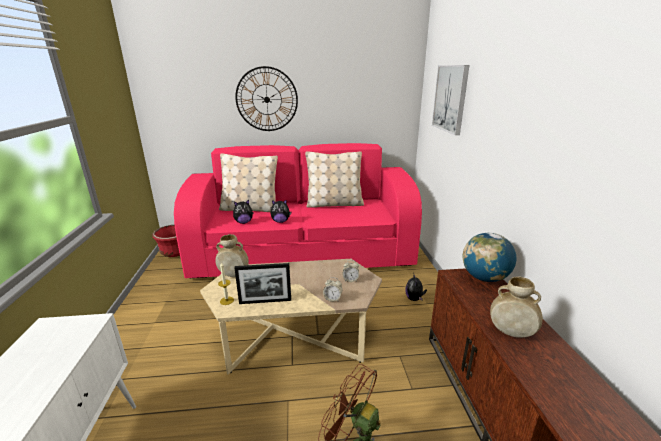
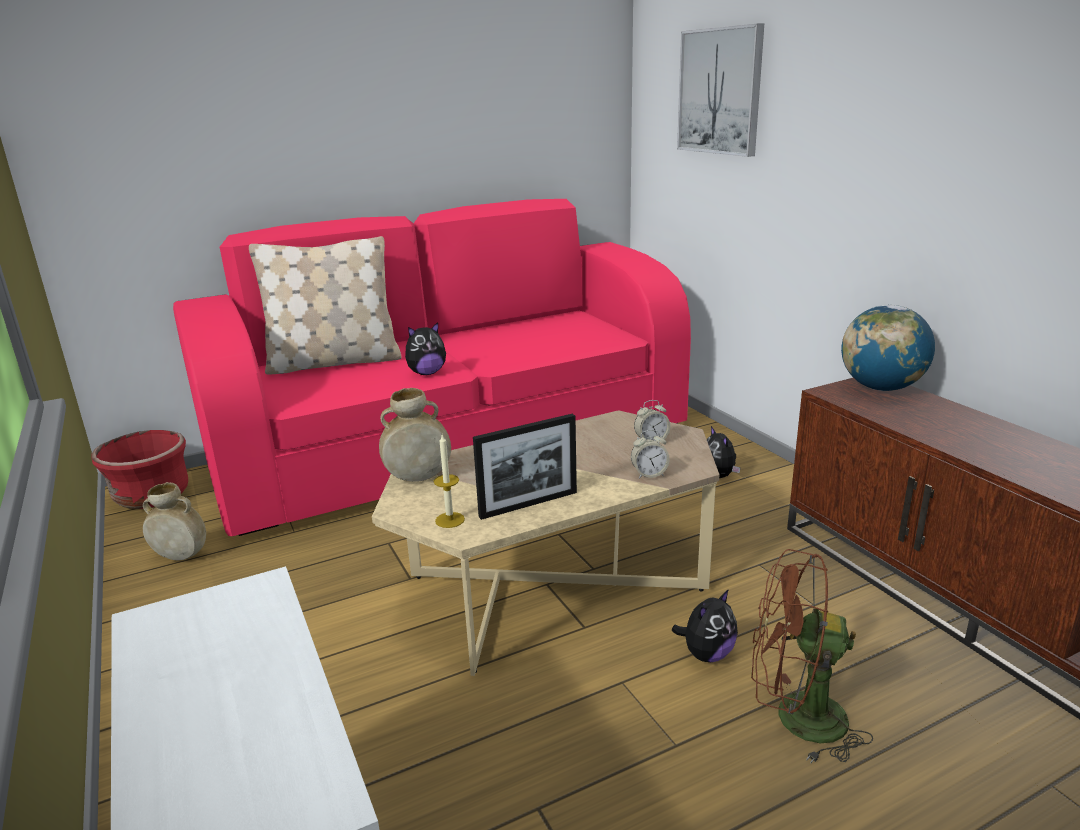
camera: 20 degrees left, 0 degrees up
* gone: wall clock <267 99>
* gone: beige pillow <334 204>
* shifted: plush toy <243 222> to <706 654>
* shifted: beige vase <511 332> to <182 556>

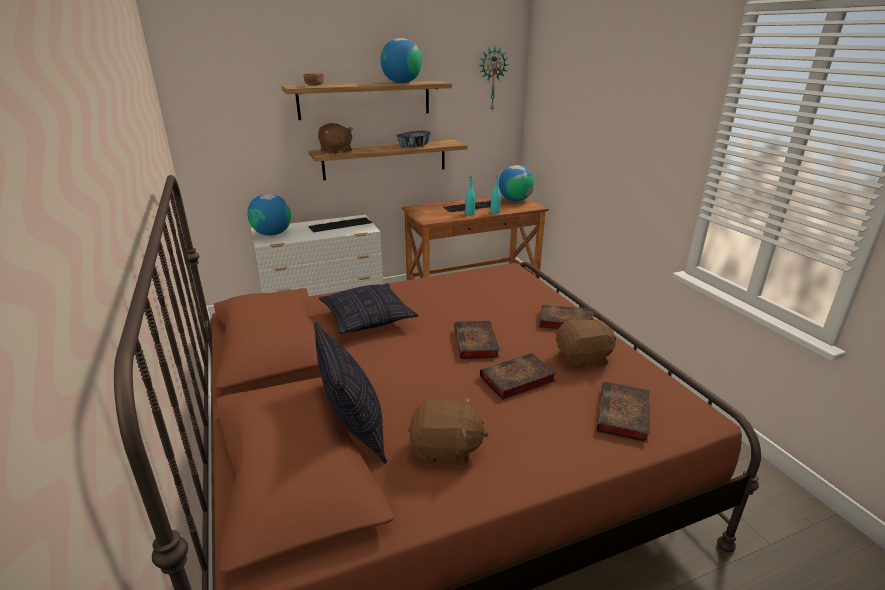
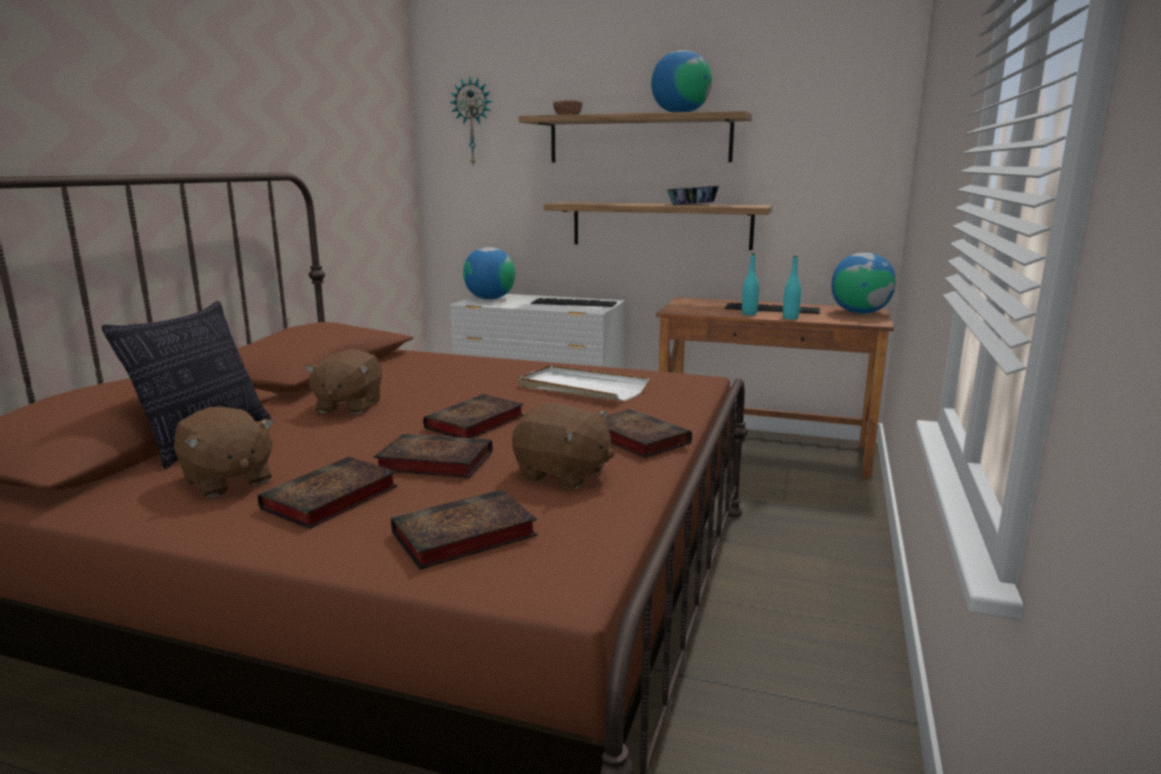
camera: 40 degrees right, 10 degrees down
* gone: pillow <367 319>
* new: book <329 500>
* new: white tray <582 388>
* shifted: brown plush toy <336 151> to <348 406>
* shifted: wall clock <492 79> to <473 122>

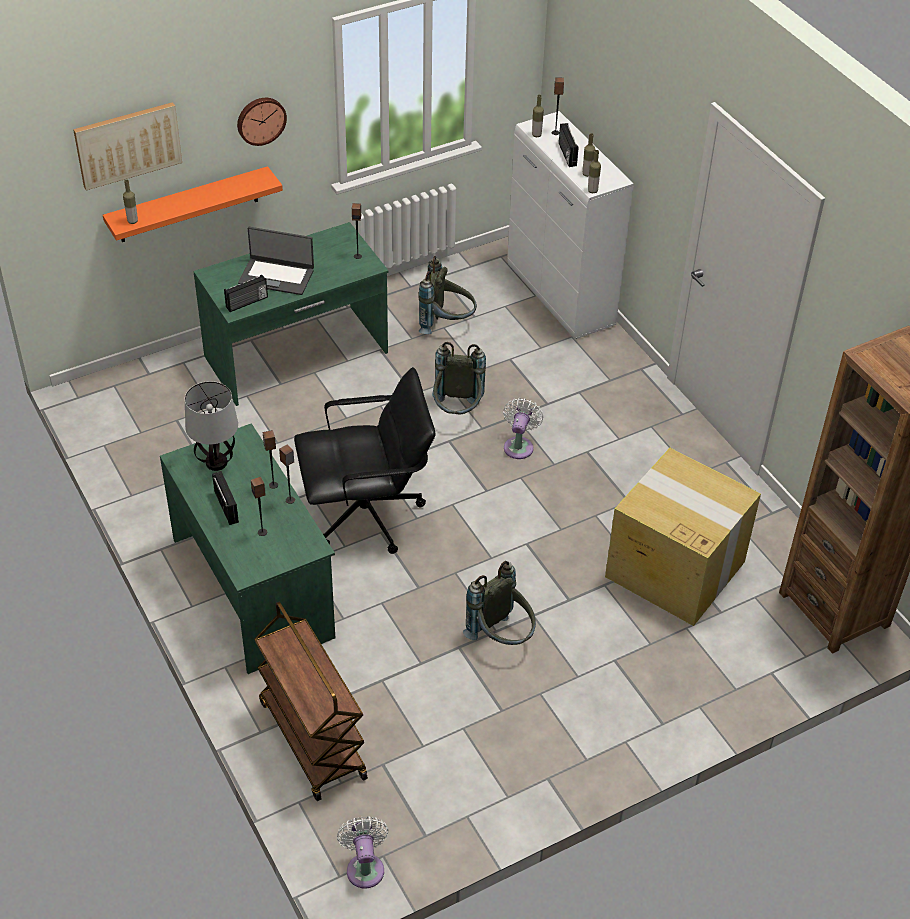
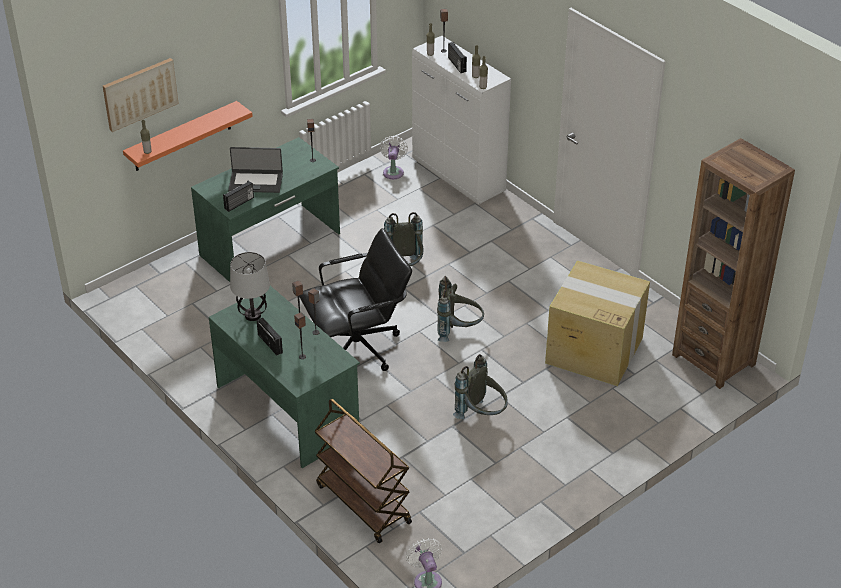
camera: 10 degrees left, 5 degrees down
* gone: wall clock <260 120>
* shifted: grey backpack <446 324> to <458 331>
* shifted: white fan <519 445> to <393 171>

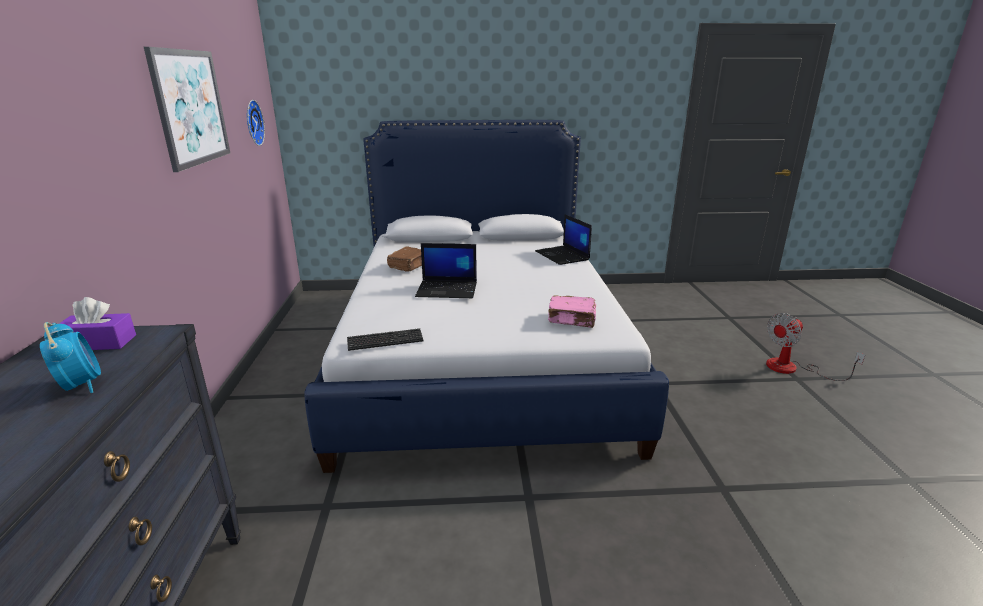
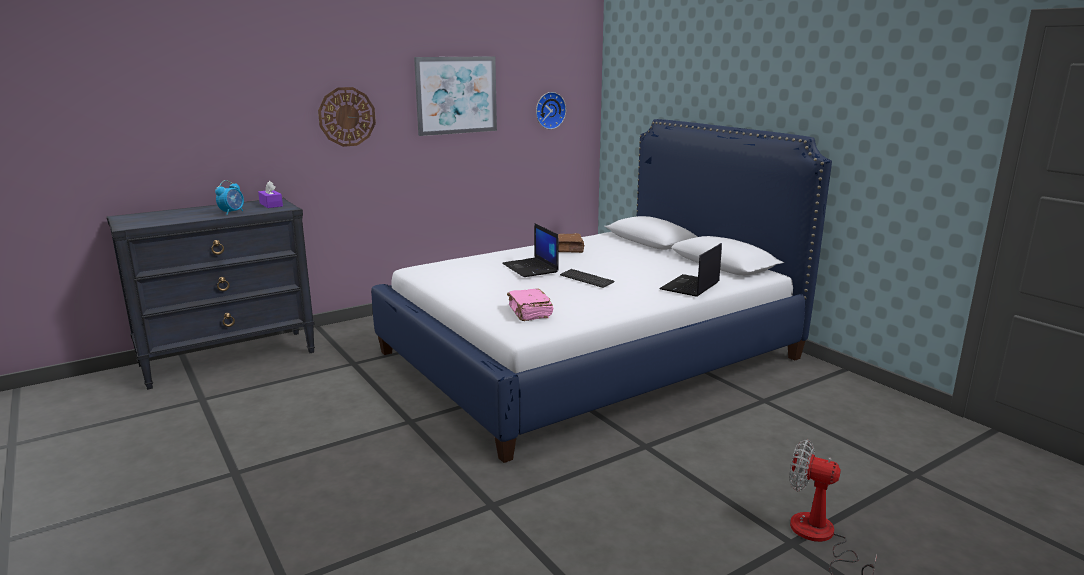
camera: 60 degrees right, 5 degrees down
* new: wall clock <347 116>
* shifted: keyboard <385 341> to <586 279>

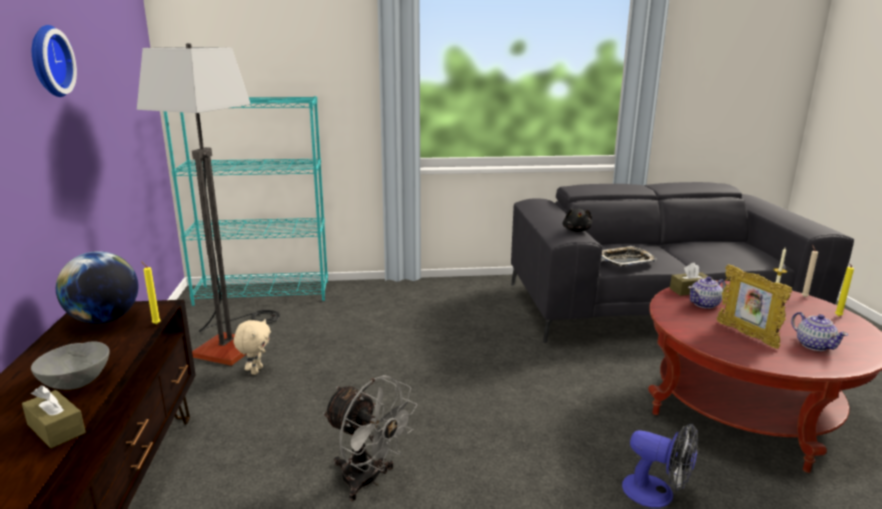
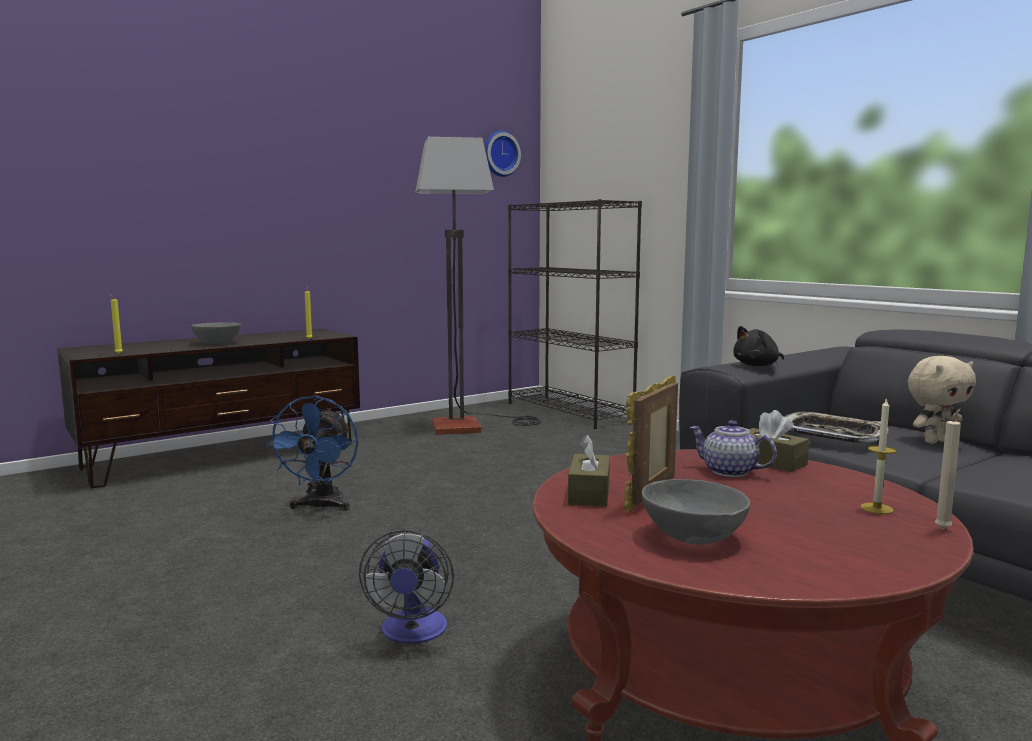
camera: 60 degrees right, 10 degrees down
* gone: globe <104 319>
* shifted: brown tissue box <56 429> to <589 493>
* shifted: wall clock <47 61> to <499 154>
* shifted: beige plush toy <256 370> to <935 441>
* shifted: yellow candle <837 316> to <118 354>
* swapped: teapot <814 345> to grey bowl <693 536>
* repainted: turquoise bookcase <264 293> to black bookcase <570 411>
* repainted: grey fan <368 480> to blue fan <321 507>

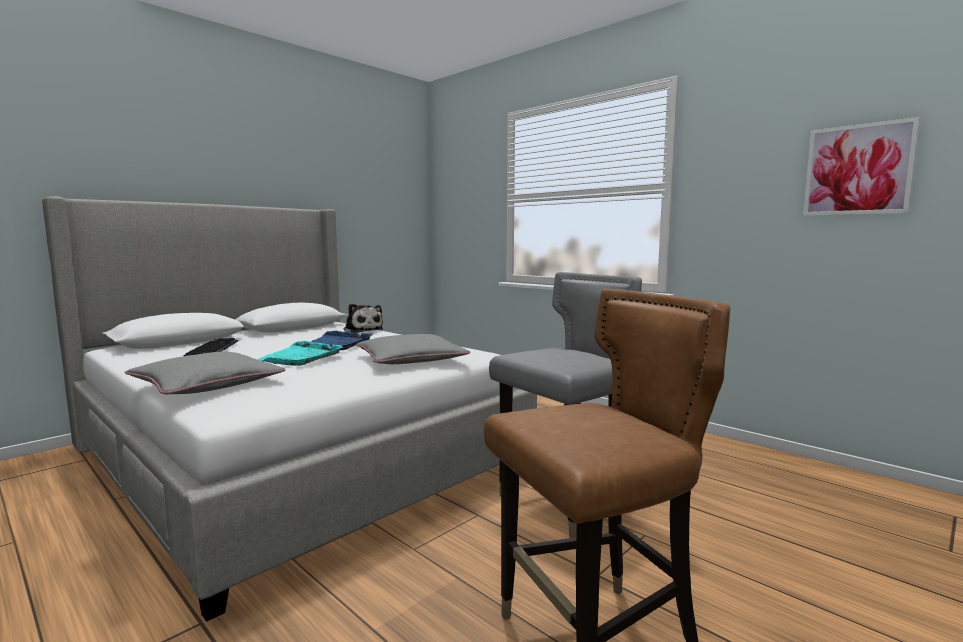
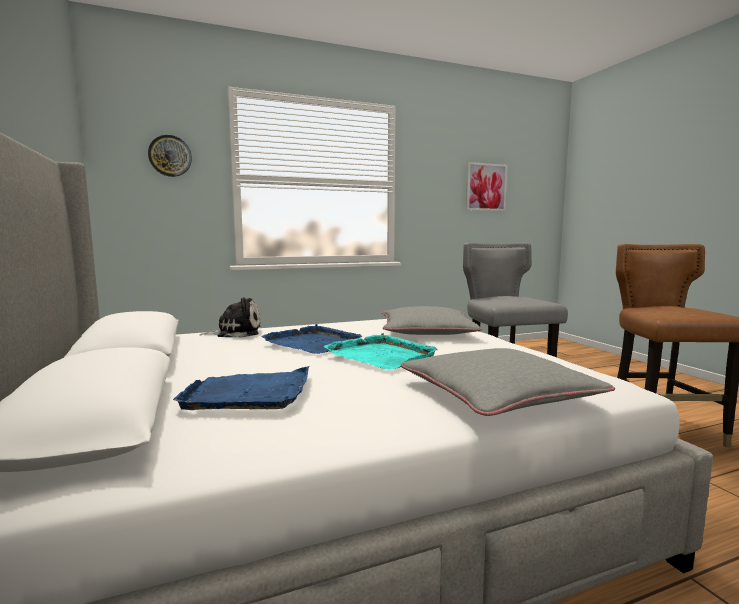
camera: 65 degrees left, 0 degrees up
* new: wall clock <170 156>
* swapped: keyboard <213 349> to blue tray <249 393>

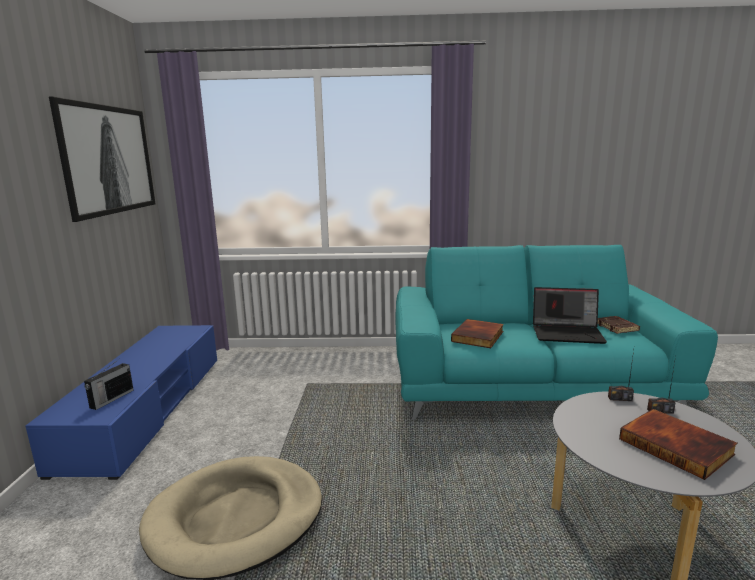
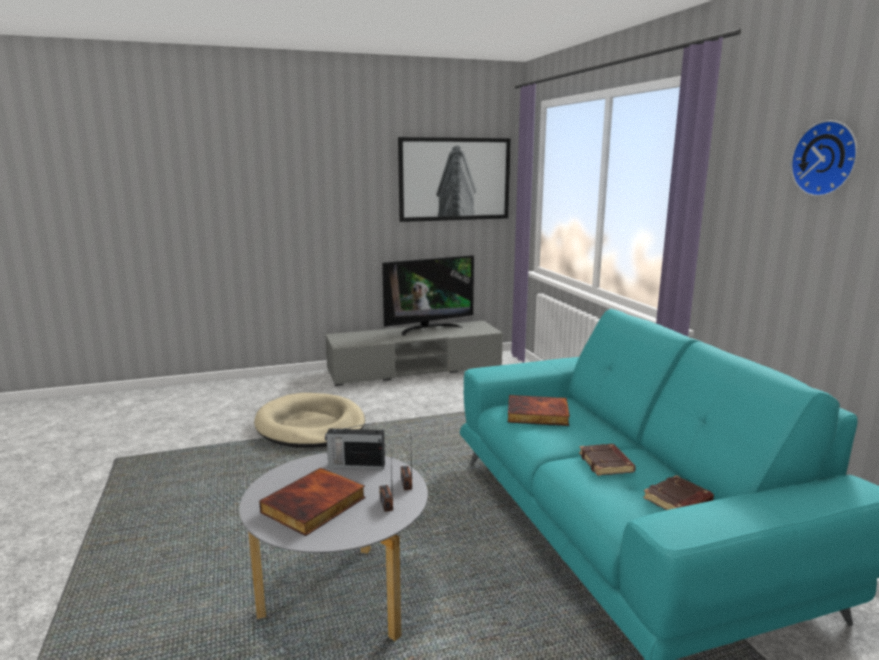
camera: 70 degrees right, 0 degrees up
* new: television <428 328>
* new: wall clock <827 158>
* shifted: radio <111 399> to <355 465>
* swapped: laptop <568 333> to brown book <607 464>
* repainted: blue tv stand <147 409> to grey tv stand <414 369>

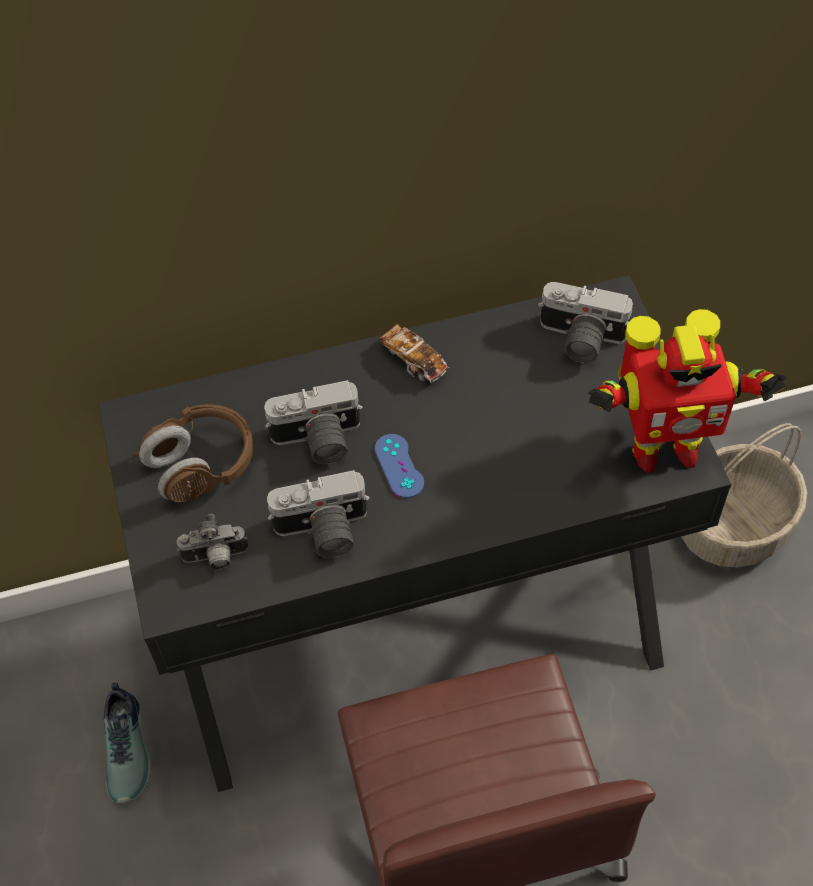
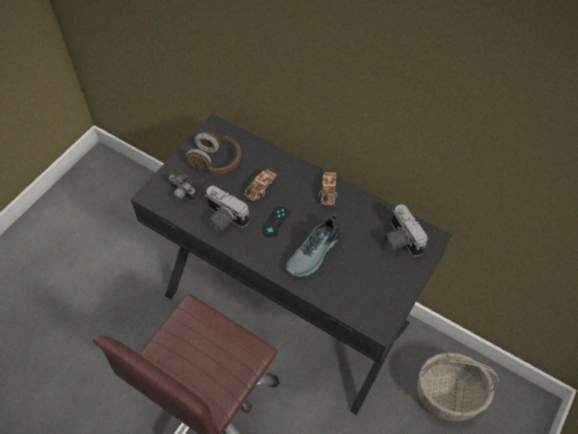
camera: 45 degrees right, 0 degrees up
* gone: toy robot <662 448>
* shifted: shoe <129 749> to <315 253>
* swapped: photo camera <318 441> to toy car <260 188>
* repainted: blue game controller <399 466> to black game controller <275 222>

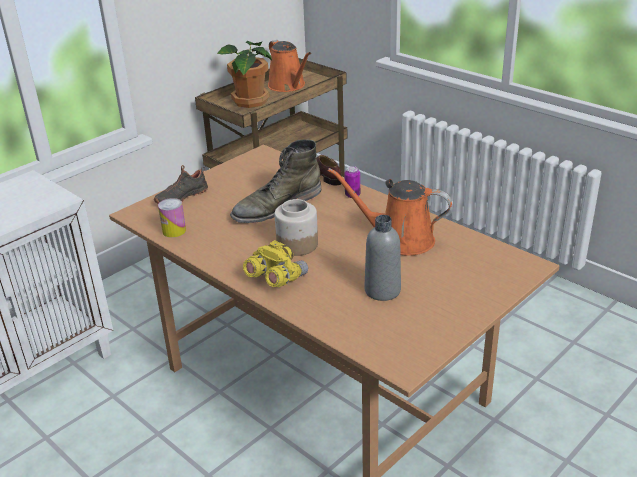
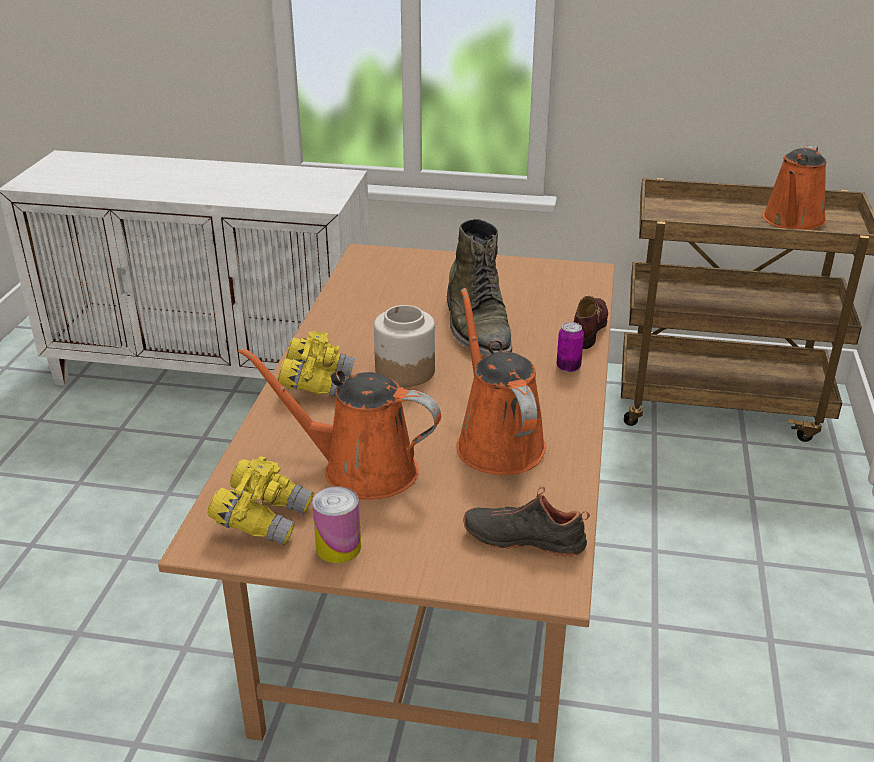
camera: 55 degrees right, 0 degrees up
* gone: potted plant <249 102>
* new: yellow binoculars <263 519>
* shifted: black shoe <181 197> to <524 538>
* shifted: can <174 231> to <338 547>
* swapped: grey bottle <382 290> to orange watering can <360 469>
* rotated: green boot <276 206> = <477 326> 120 degrees counterclockwise

